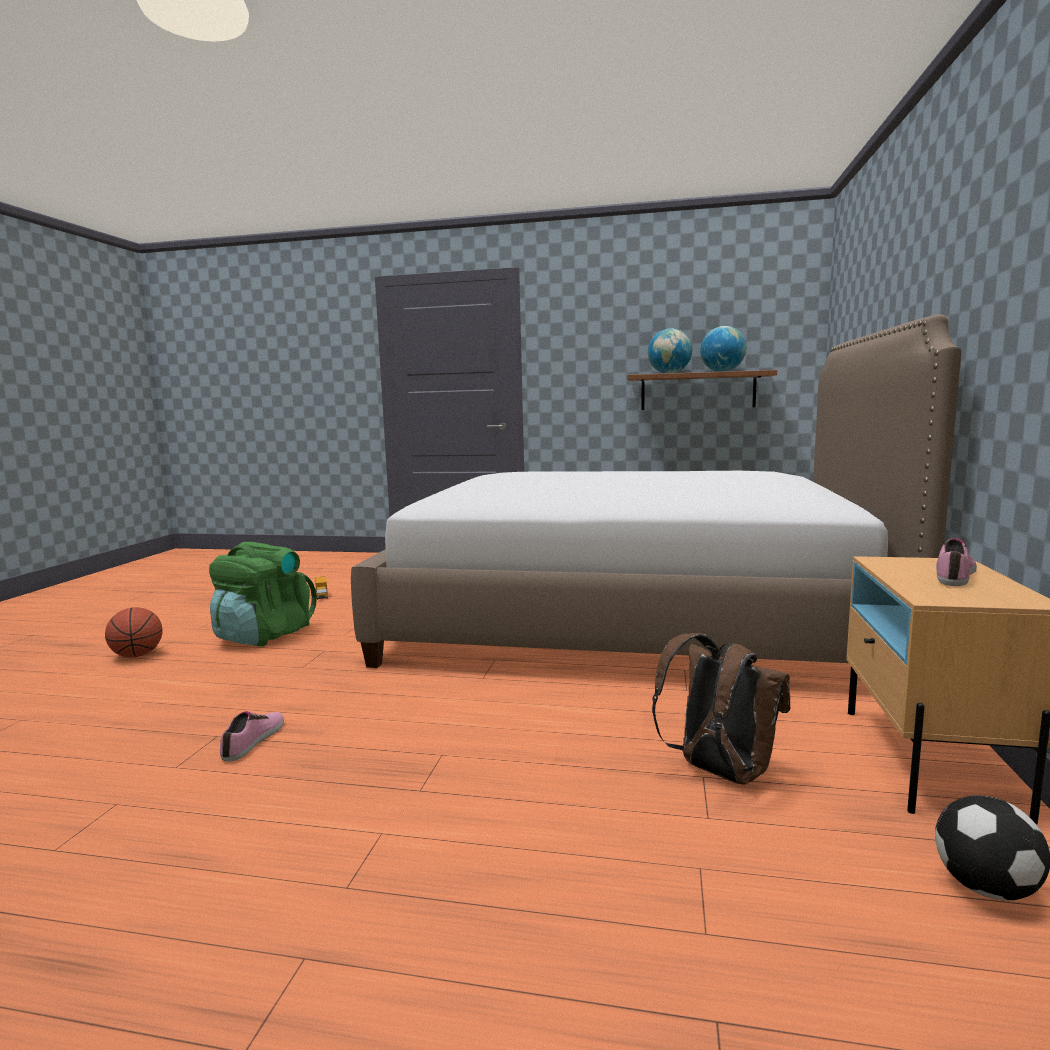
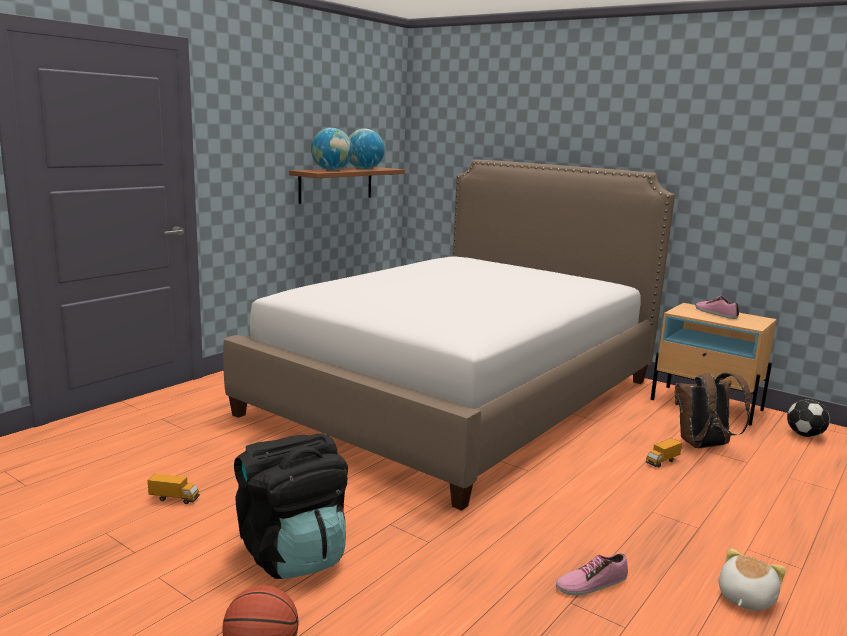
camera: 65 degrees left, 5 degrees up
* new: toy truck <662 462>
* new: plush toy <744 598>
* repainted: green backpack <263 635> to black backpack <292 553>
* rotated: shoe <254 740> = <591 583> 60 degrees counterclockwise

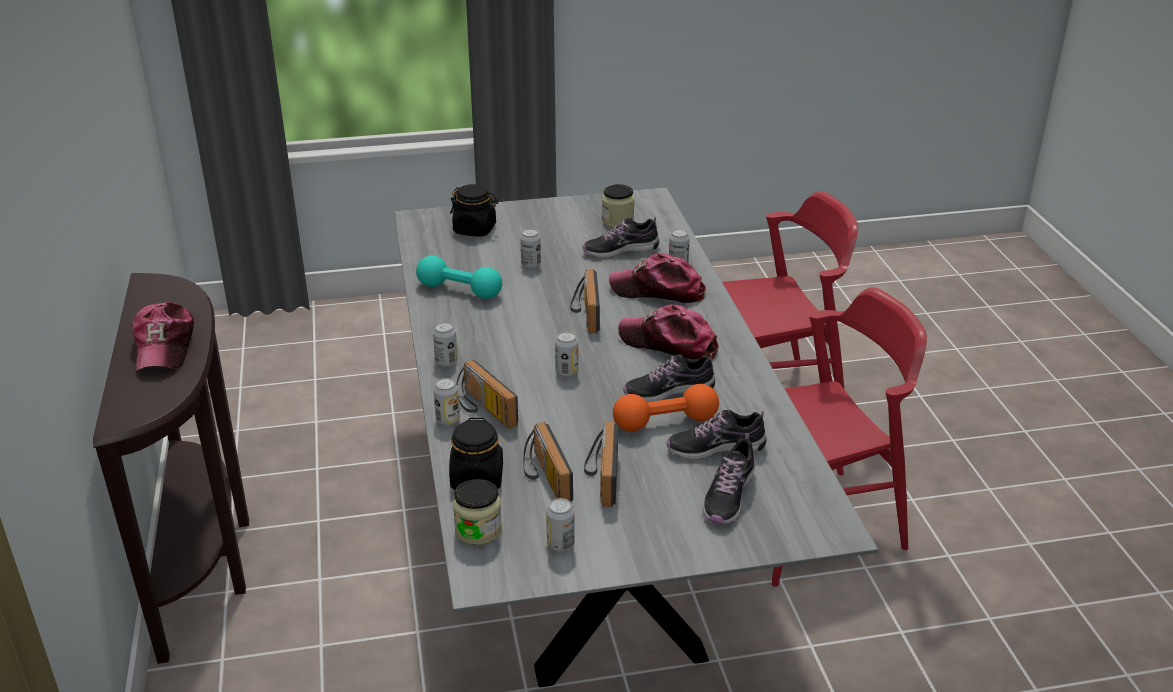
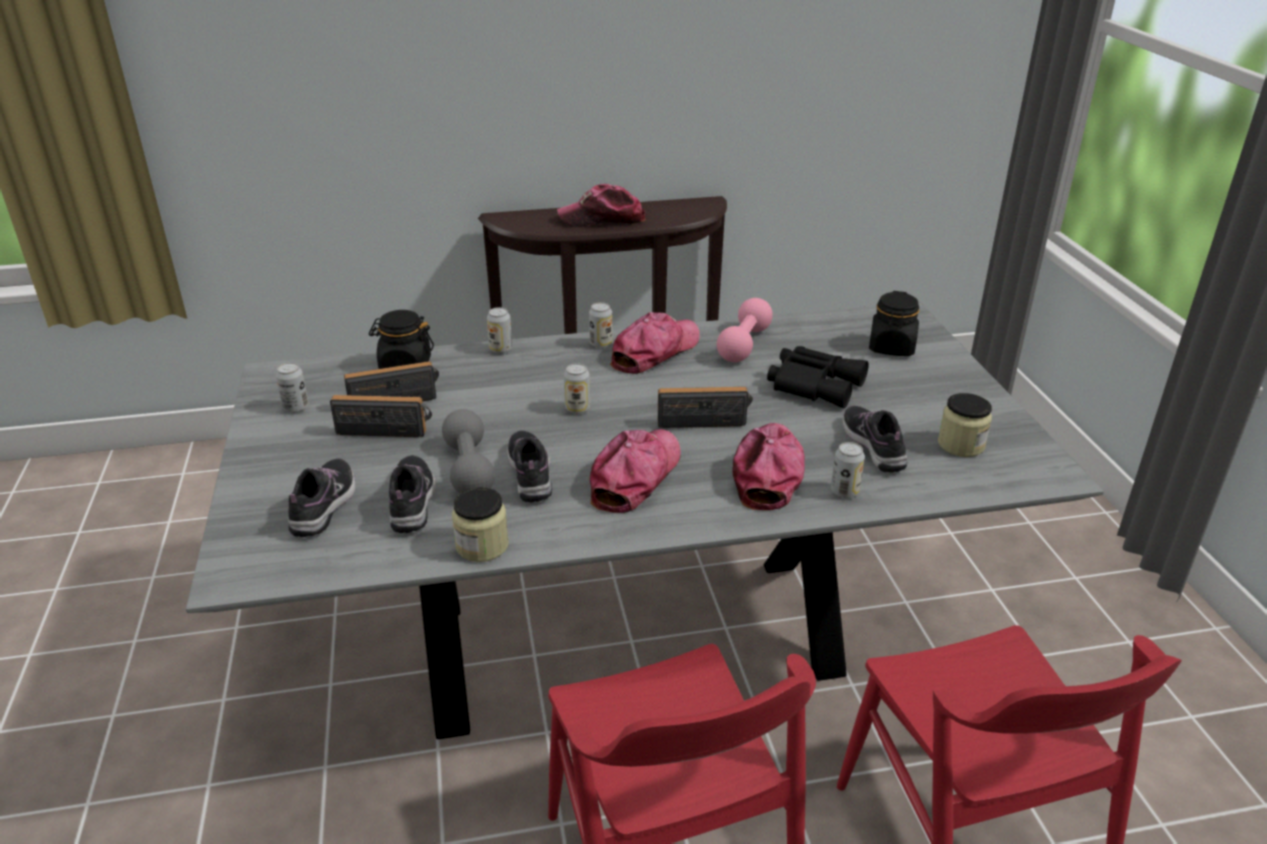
camera: 90 degrees right, 0 degrees up
* gone: radio <483 410>
* new: cap <654 352>
* shifted: jar <478 530> to <482 545>
* swapped: can <531 264> to black binoculars <814 384>
* repainted: turquoise dumbbell <459 290> to pink dumbbell <744 344>
* repainted: orange dumbbell <665 422> to grey dumbbell <469 469>
* rotated: shoe <728 496> = <324 505> 75 degrees clockwise

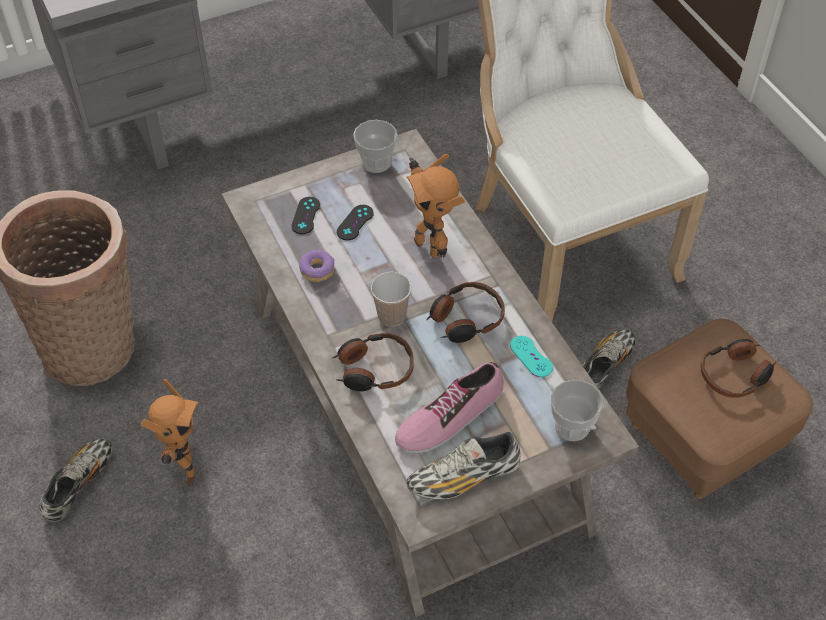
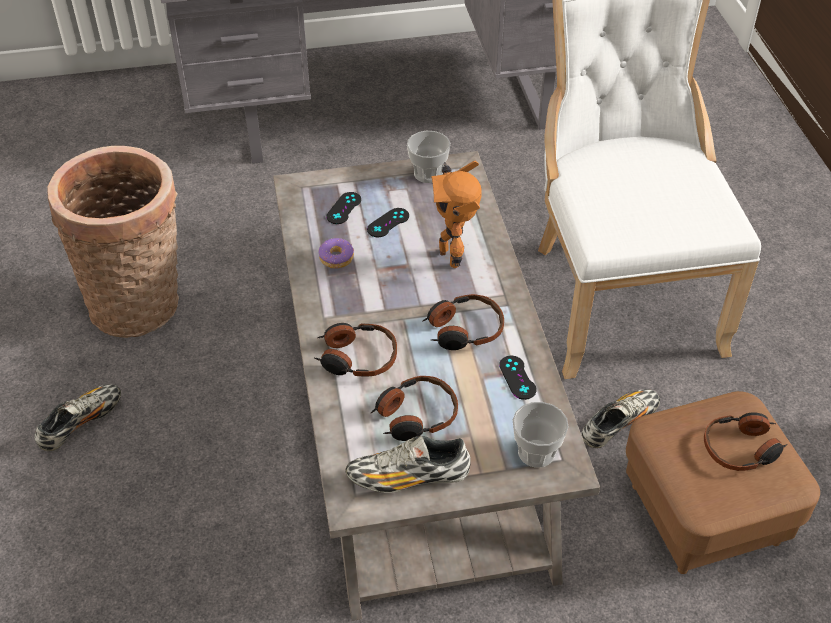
camera: 15 degrees right, 5 degrees down
* gone: toy robot <183 471>
* gone: cup <391 316>
* swapped: shoe <449 416> to headphones <415 416>
* repainted: turquoise game controller <531 356> to black game controller <517 377>

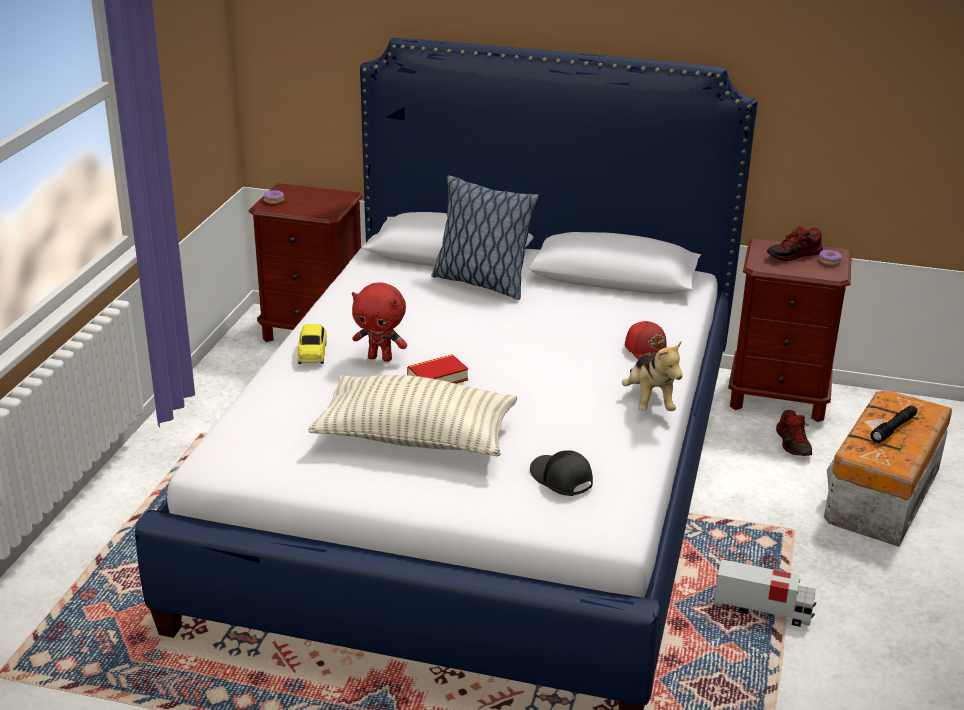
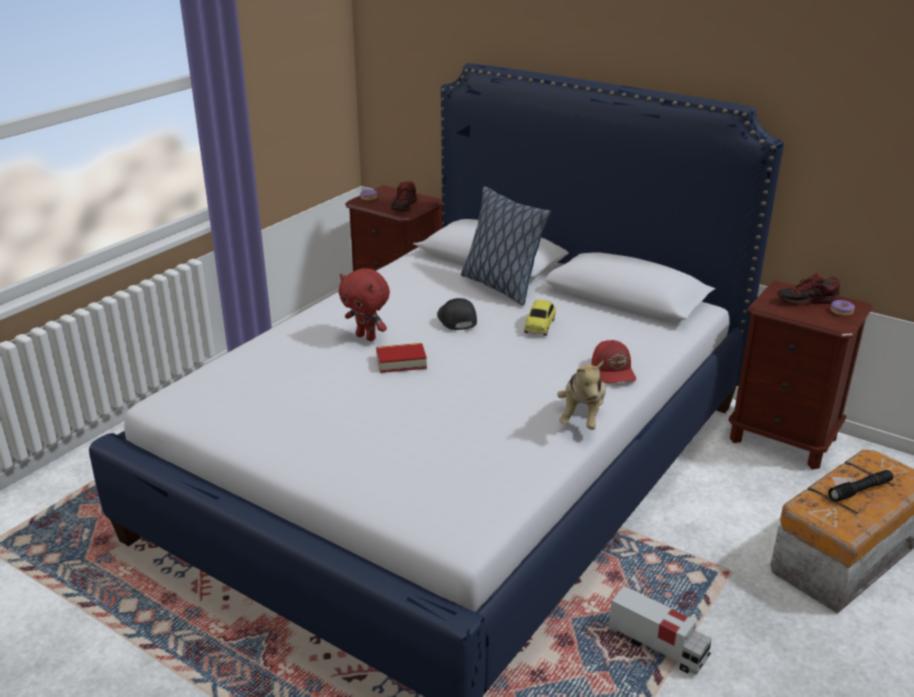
camera: 20 degrees right, 0 degrees up
* gone: pillow <416 438>
* shifted: toy car <312 353> to <540 325>
* shifted: black cap <560 479> to <456 320>
* shifted: shoe <794 444> to <404 206>

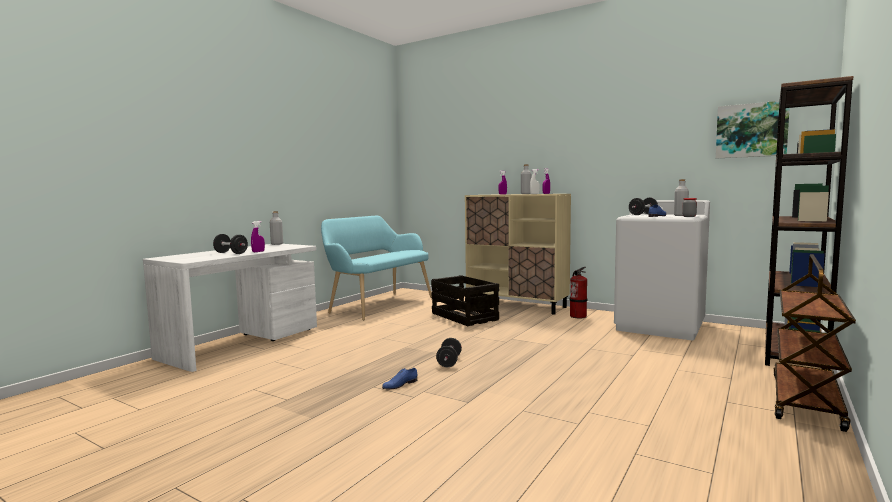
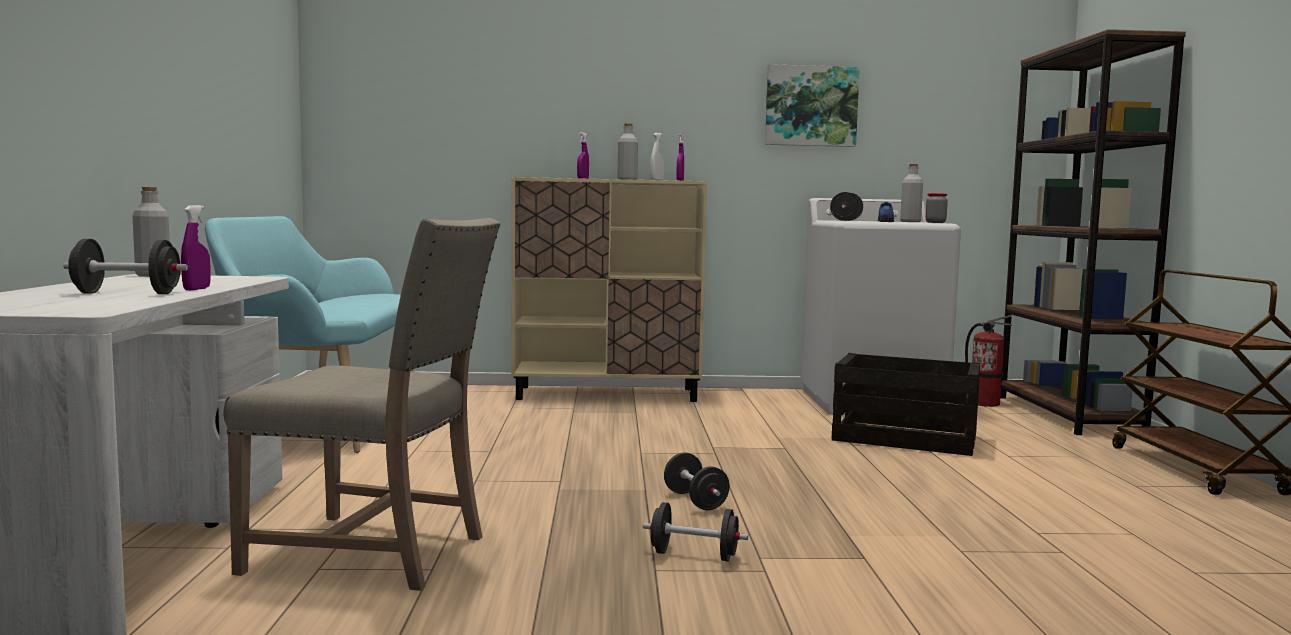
camera: 35 degrees left, 0 degrees up
* new: beige chair <374 553>
* shifted: crate <465 316> to <906 438>
* shifted: fire extinguisher <578 316> to <984 403>
* shifted: picture <751 130> to <811 106>
* swapped: blue shoe <399 384> to black dumbbell <694 555>

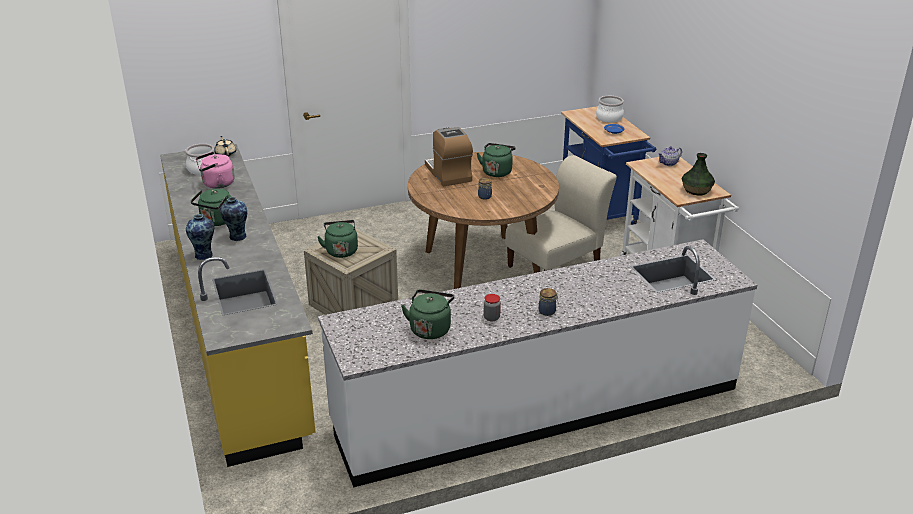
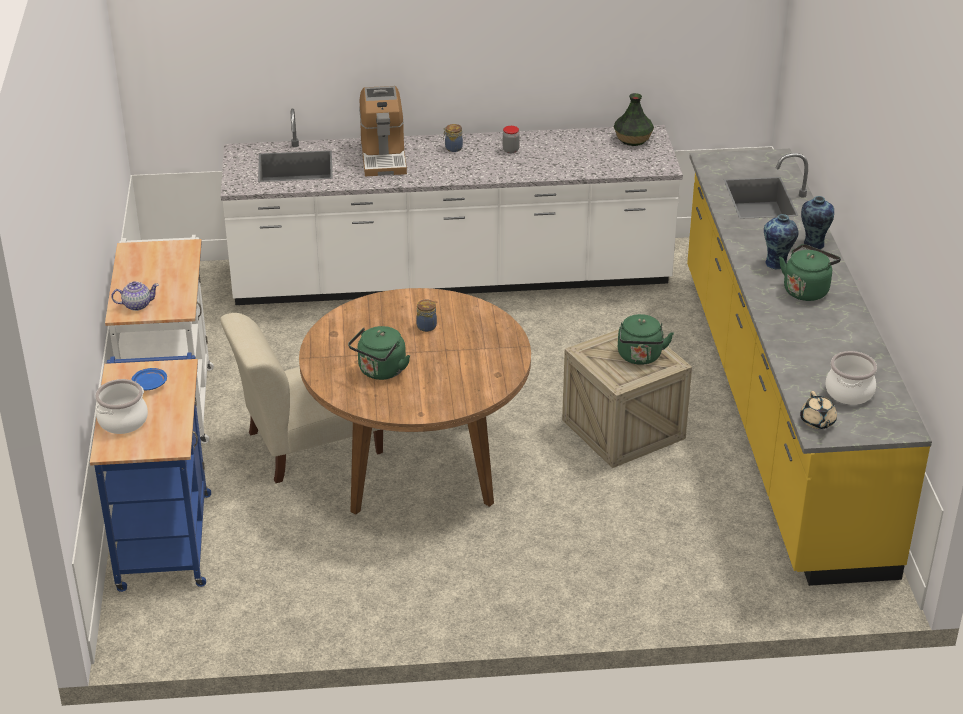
camera: 165 degrees left, 5 degrees up
* gone: pink kettle <216 184>
* gone: green kettle <430 328>
* shifted: coffee machine <448 174> to <383 156>
* shifted: vase <696 190> to <633 139>

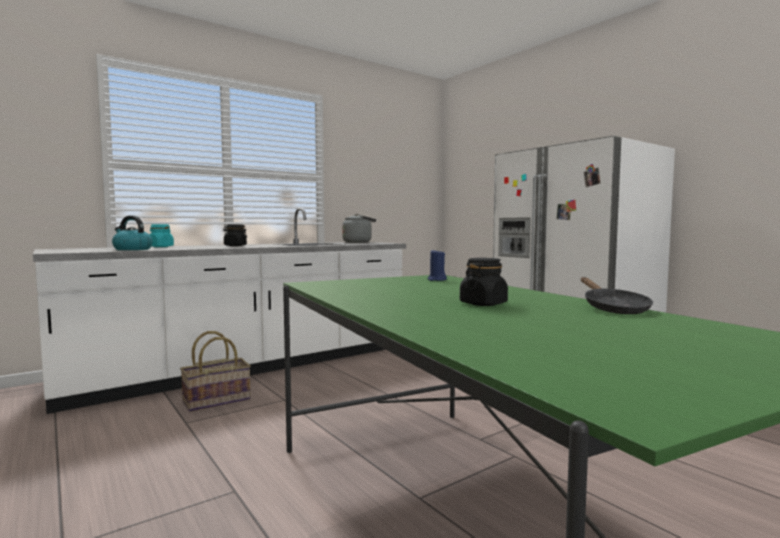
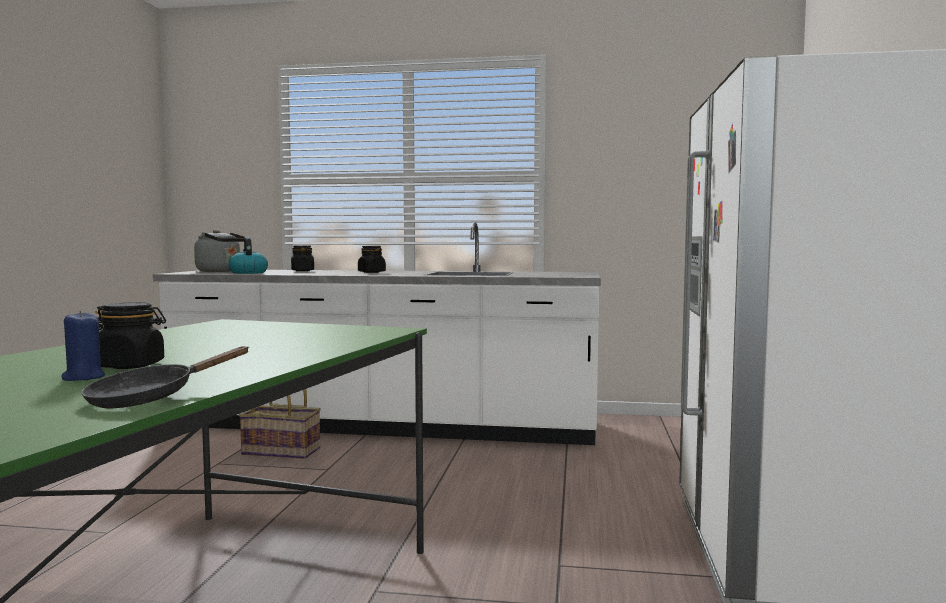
camera: 45 degrees right, 0 degrees up
* shifted: grey kettle <359 242> to <221 271>
* shifted: blue candle <436 280> to <83 377>
* repainted: turquoise jar <160 247> to black jar <302 271>

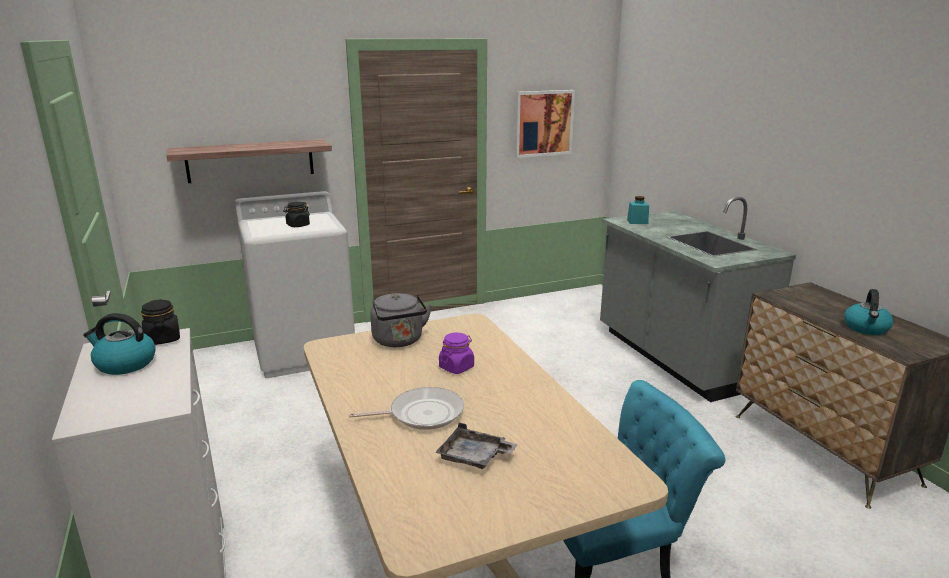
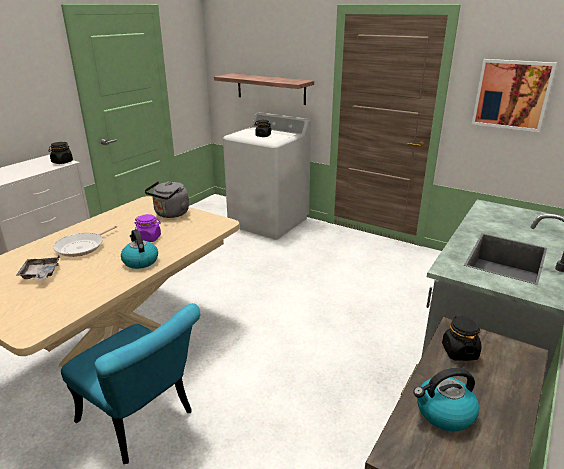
camera: 55 degrees right, 5 degrees up
* gone: turquoise jar <637 222>
* new: black jar <459 352>
* shifted: kettle <124 364> to <140 261>
* rotated: frying pan <422 414> = <82 247> 75 degrees clockwise

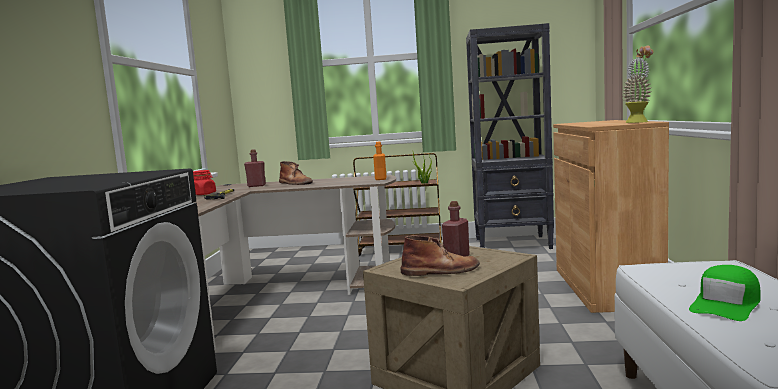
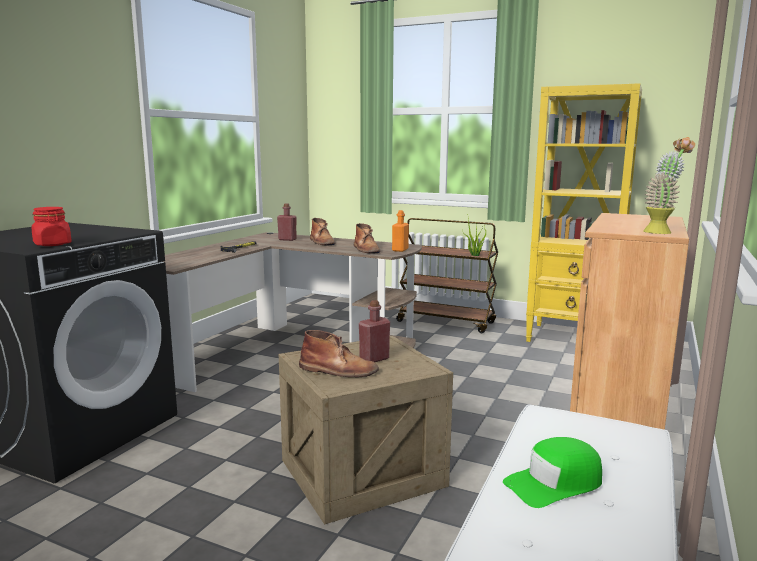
camera: 20 degrees right, 5 degrees up
* new: brown boot <366 249>
* shifted: red jar <203 194> to <52 244>
* repainted: black bookcase <513 244> to yellow bookcase <572 338>

